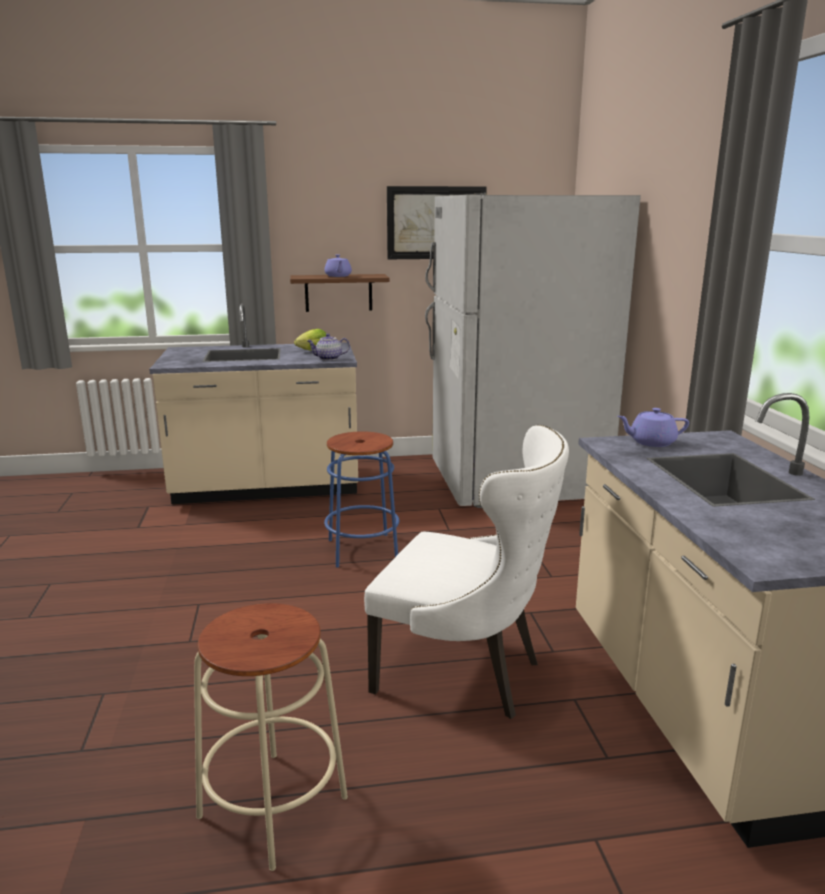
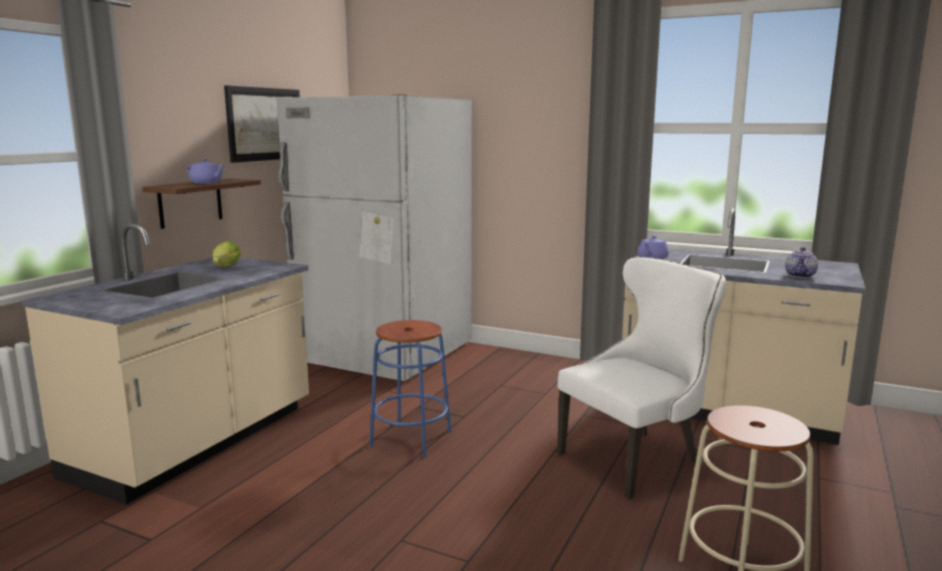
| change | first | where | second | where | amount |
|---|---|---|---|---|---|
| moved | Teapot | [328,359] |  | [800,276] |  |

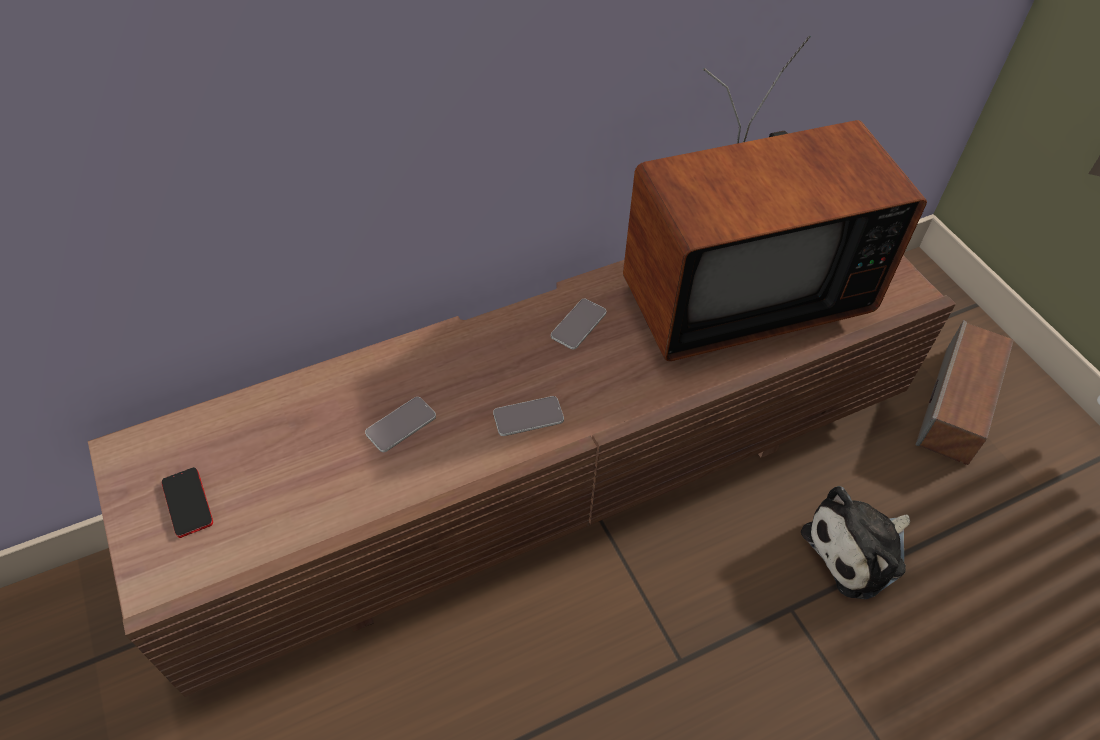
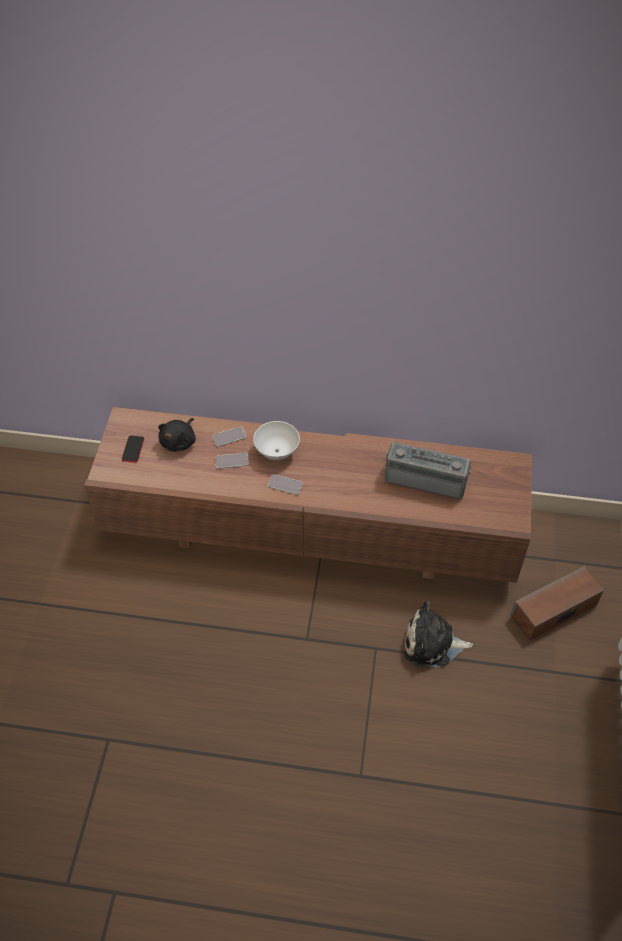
| change | first | where | second | where | amount |
|---|---|---|---|---|---|
| added |  |  | BlackishSoftToy | [179,442] |  |
| added |  |  | WhitishDeepDish | [276,451] |  |
| moved | Telephone | [578,324] |  | [229,437] |  |
| replaced | TvSet | [735,292] | RadioSet | [426,479] |  |

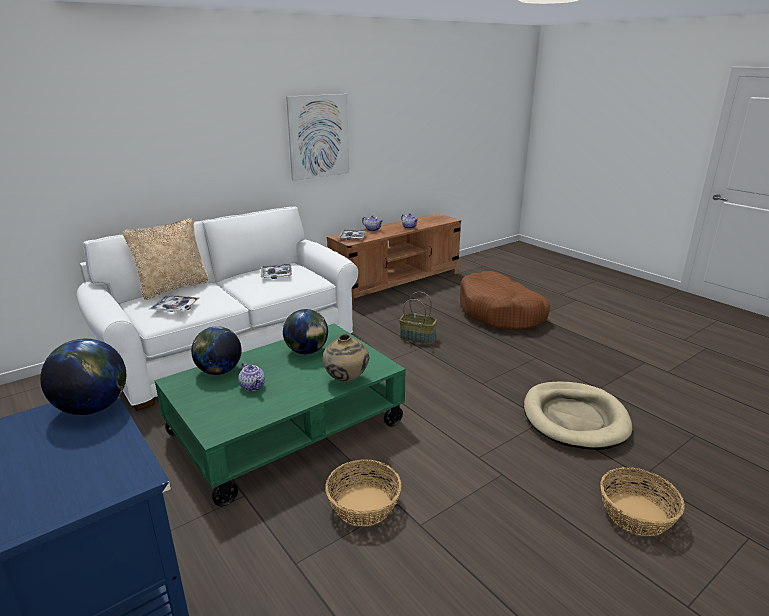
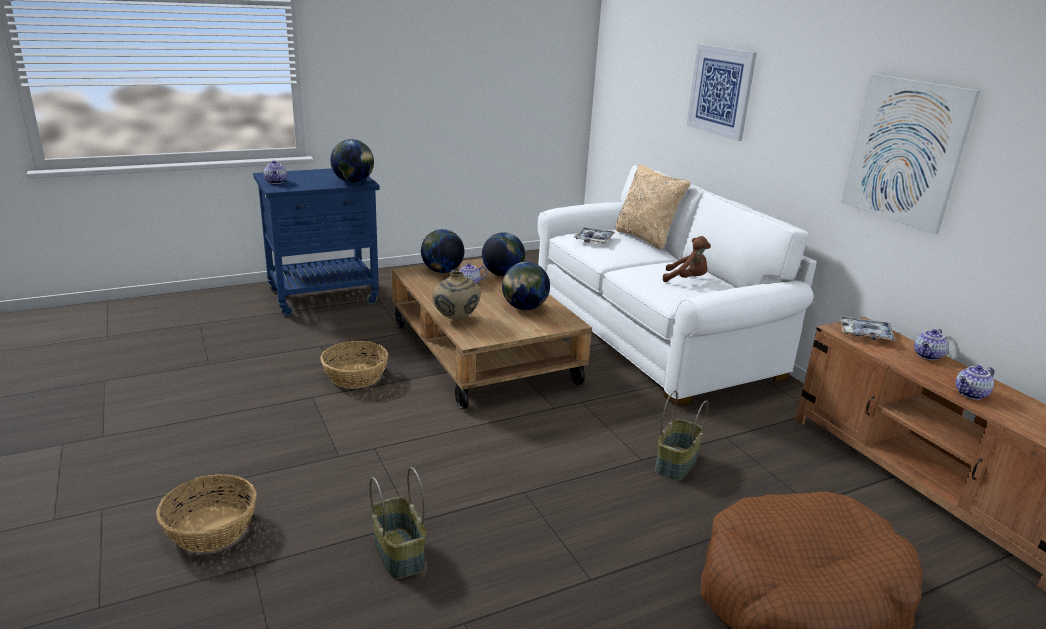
| change | first | where | second | where | amount |
|---|---|---|---|---|---|
| added |  |  | Teapot | [276,182] |  |
| added |  |  | Globe | [442,271] |  |
| added |  |  | WallArt | [720,91] |  |
| replaced | Tray | [276,275] | BrownishSoftToy | [686,280] |  |
| replaced | BeigeColouredDogCushion | [574,418] | Basket | [400,553] |  |
| recoloured | GreenishLowTable | [286,428] | BrownishLowTable | [483,353] |  |

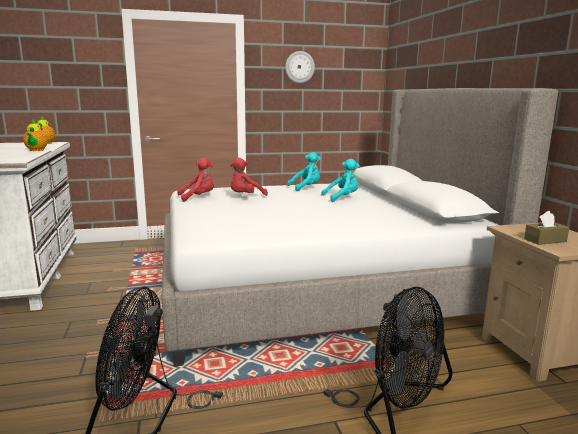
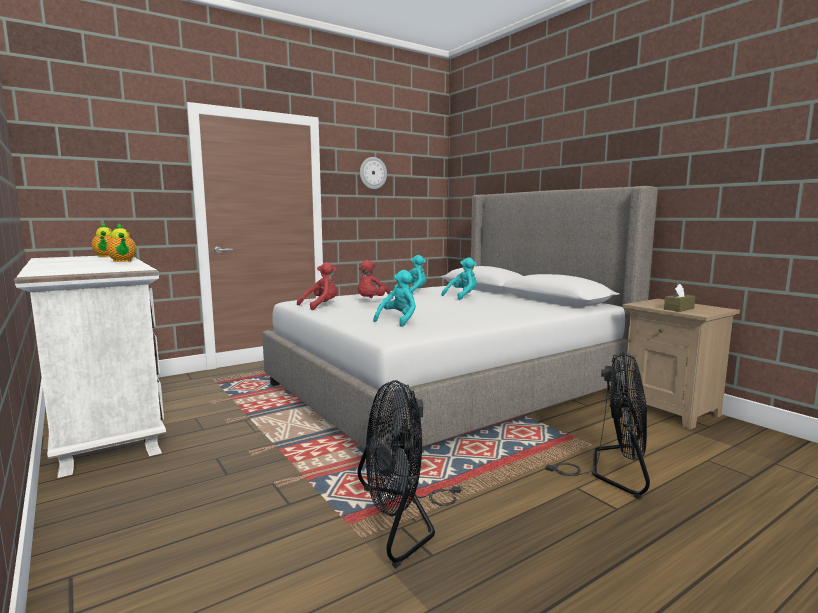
| change | first | where | second | where | amount |
|---|---|---|---|---|---|
| added |  |  | TurquoiseSoftToy | [398,321] |  |

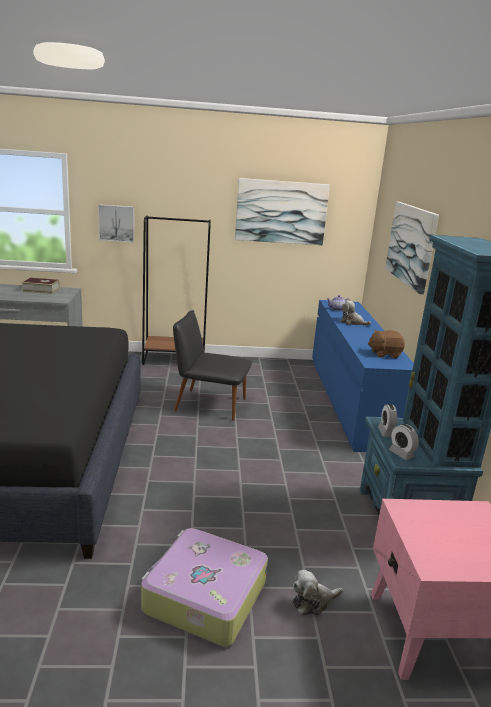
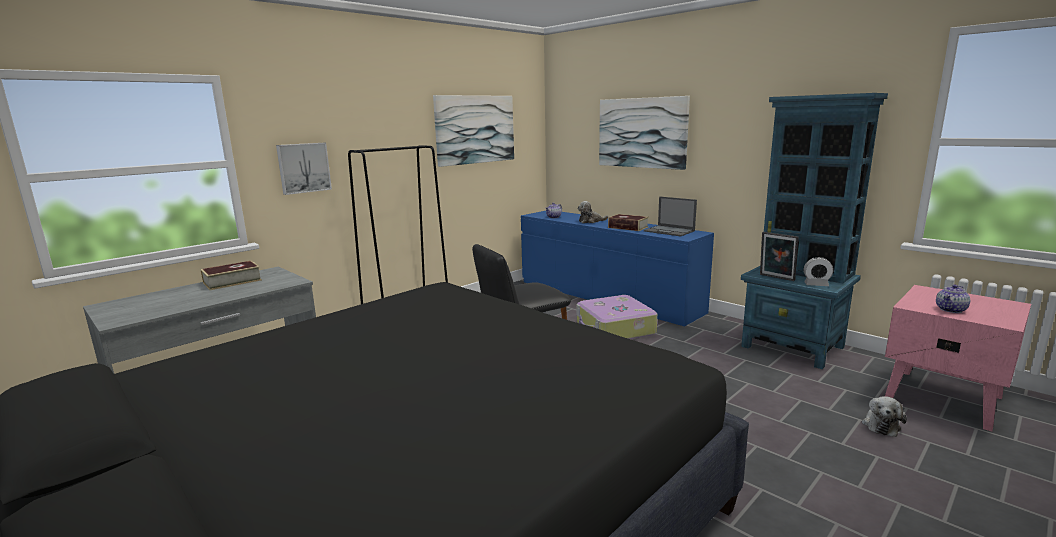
| change | first | where | second | where | amount |
|---|---|---|---|---|---|
| added |  |  | Book | [628,227] |  |
| added |  |  | Teapot | [951,310] |  |
| moved | Suitcase | [203,596] |  | [614,329] |  |
| replaced | BrownishSoftToy | [384,354] | NotebookComputer | [669,231] |  |
| replaced | BedsideClock | [386,432] | PictureFrame | [776,278] |  |

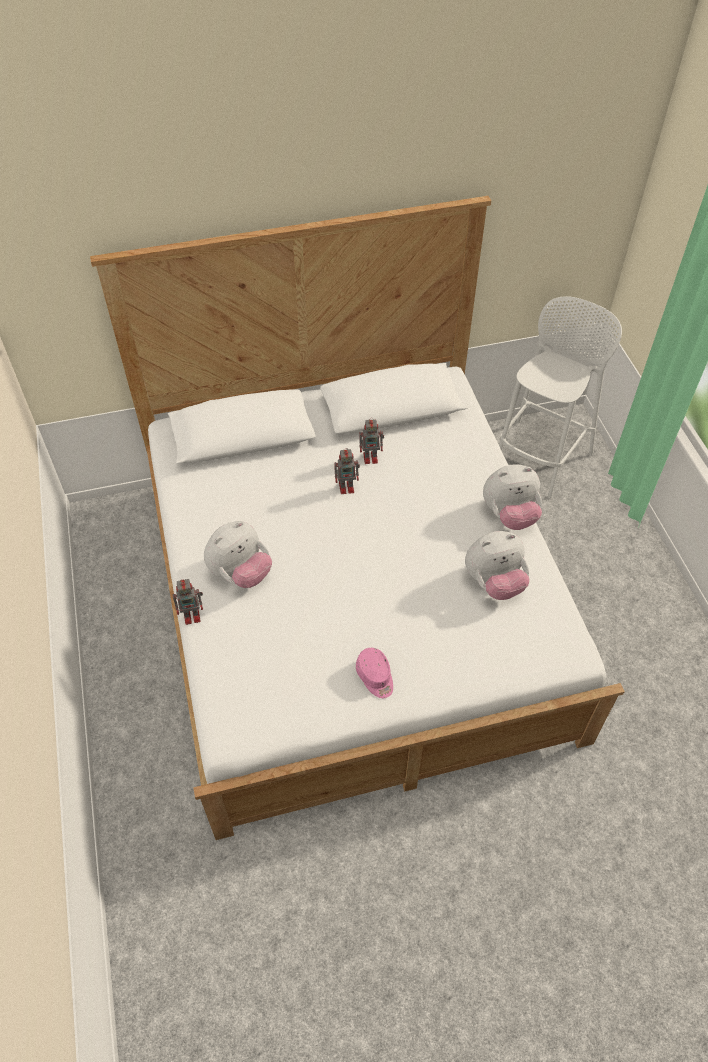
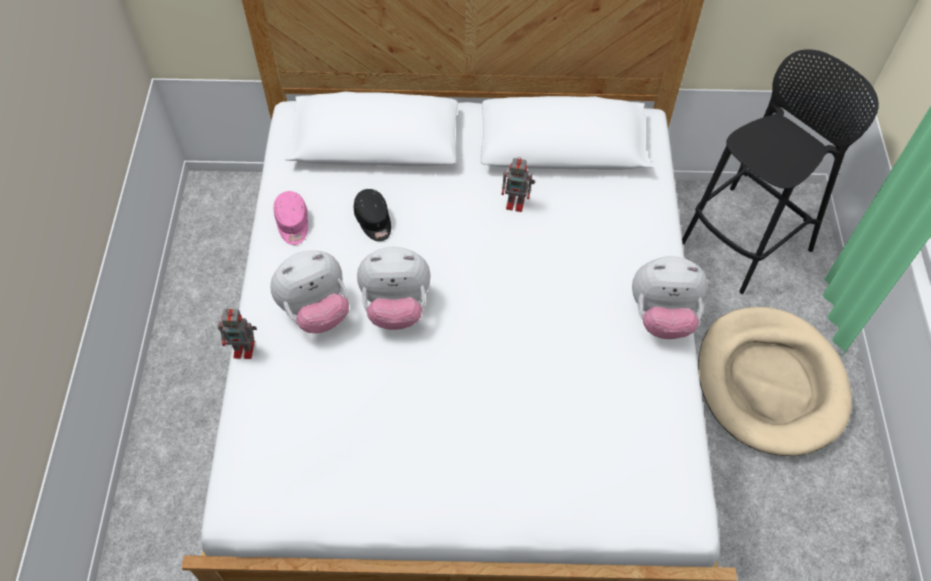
| change | first | where | second | where | amount |
|---|---|---|---|---|---|
| removed | ToyRobot | [347,487] |  |  |  |
| added |  |  | BlackishPeakedCap | [374,221] |  |
| added |  |  | BeigeColouredDogCushion | [770,383] |  |
| moved | PinkPeakedCap | [375,677] |  | [293,224] |  |
| moved | SoftToy | [494,582] |  | [396,307] |  |
| recoloured | WhitishStoolSeat | [539,458] | BlackishStoolSeat | [744,240] |  |

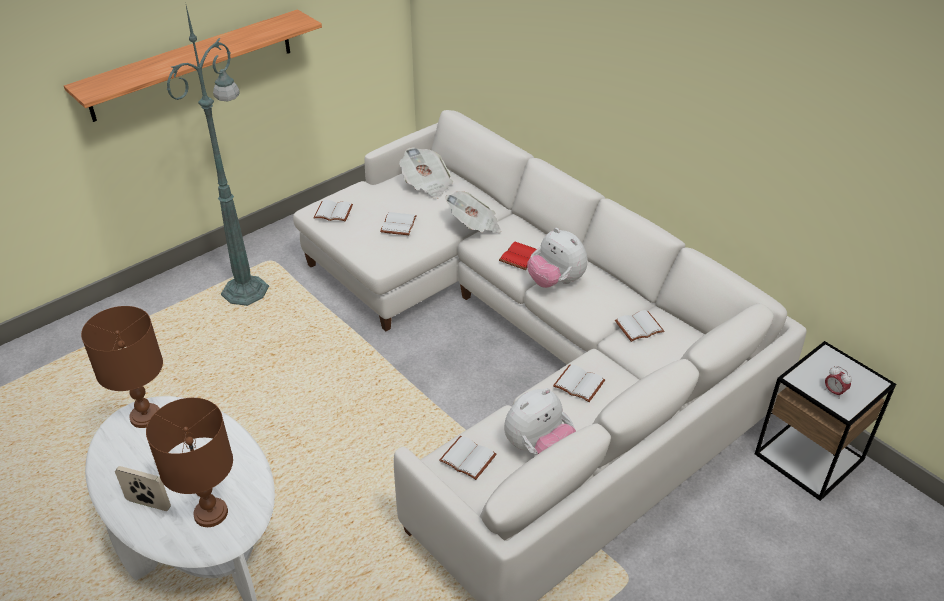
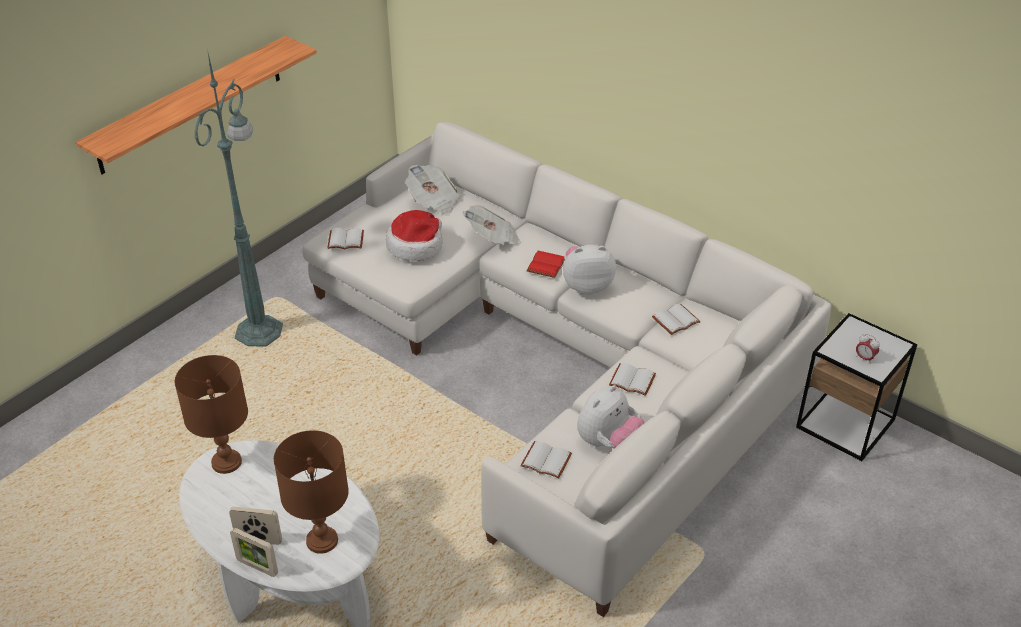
| change | first | where | second | where | amount |
|---|---|---|---|---|---|
| added |  |  | PictureFrame | [257,567] |  |
| replaced | WhitishBook | [397,224] | WearableHat | [416,245] |  |
| turned | SoftToy | [556,281] |  | [586,286] | 135 degrees clockwise |

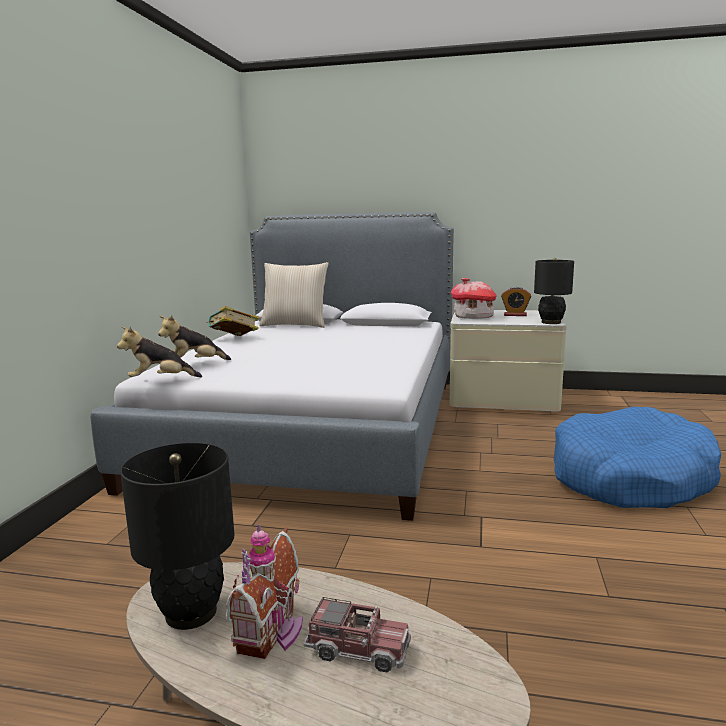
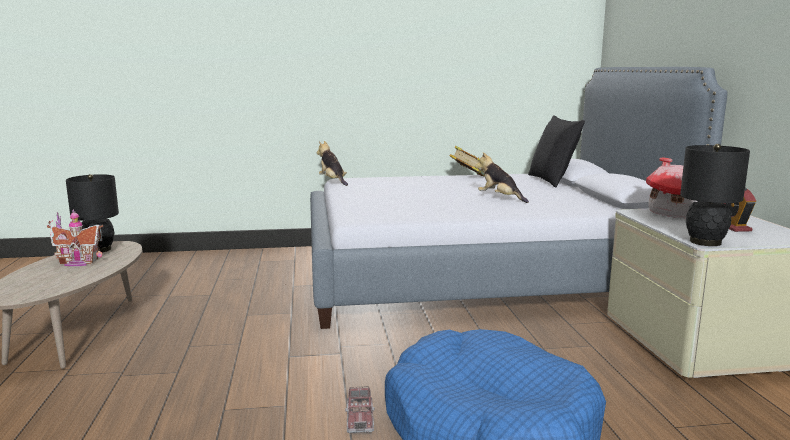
| change | first | where | second | where | amount |
|---|---|---|---|---|---|
| moved | SoftToy | [195,364] |  | [500,198] |  |
| moved | ToyTruck | [358,649] |  | [360,420] |  |
| recoloured | BeigeColouredPillow | [295,325] | BlackishPillow | [552,181] |  |

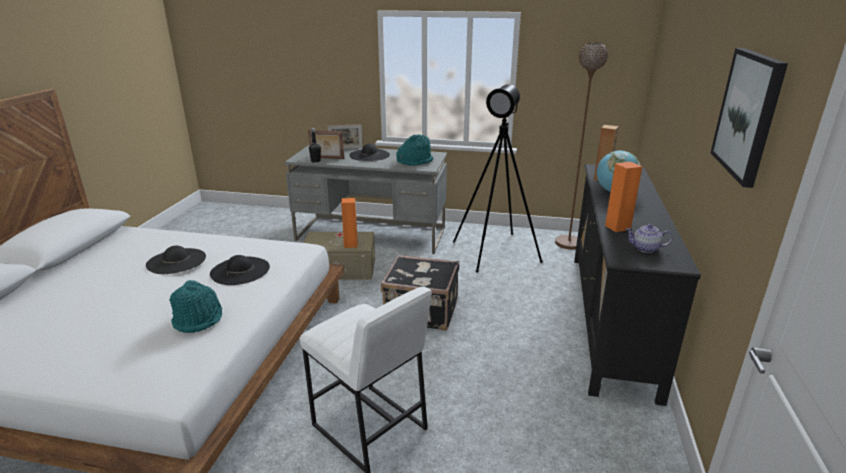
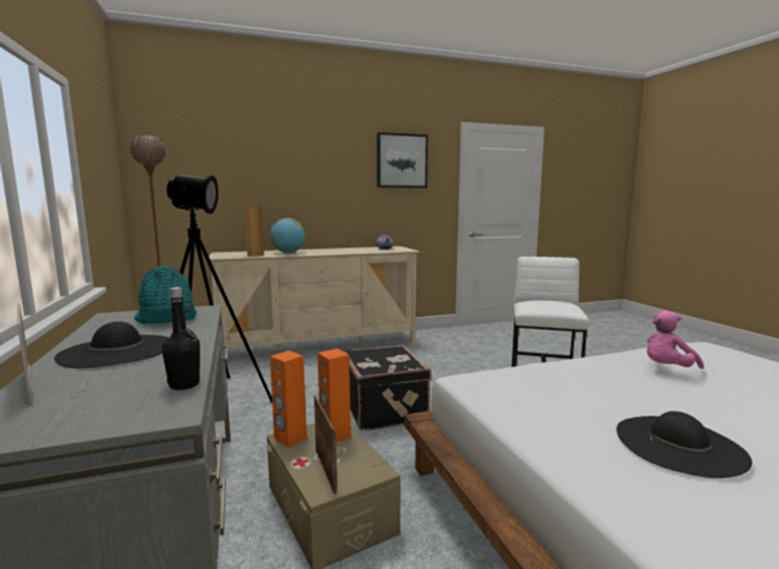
| change | first | where | second | where | amount |
|---|---|---|---|---|---|
| removed | BlackishWearableHat | [240,270] |  |  |  |
| moved | PictureFrame | [327,158] |  | [326,470] |  |
| moved | OrangeColouredSpeaker | [617,227] |  | [290,438] |  |
| replaced | TurquoiseWearableHat | [198,319] | PinkSoftToy | [667,369] |  |
| recoloured | BlackishChestOfDrawers | [610,319] | BeigeColouredChestOfDrawers | [319,347] |  |

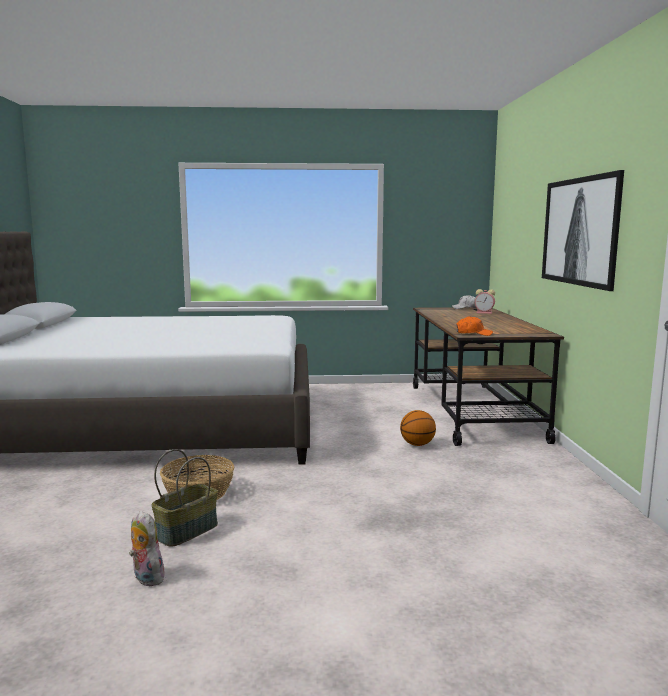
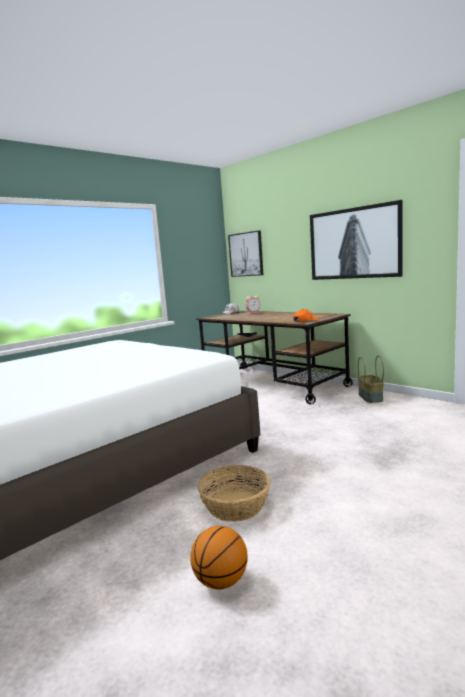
| change | first | where | second | where | amount |
|---|---|---|---|---|---|
| removed | SoftToy | [146,578] |  |  |  |
| added |  |  | WallArt | [246,254] |  |
| moved | Basket | [187,531] |  | [370,397] |  |
| moved | BallForBasketball | [417,444] |  | [221,581] |  |

